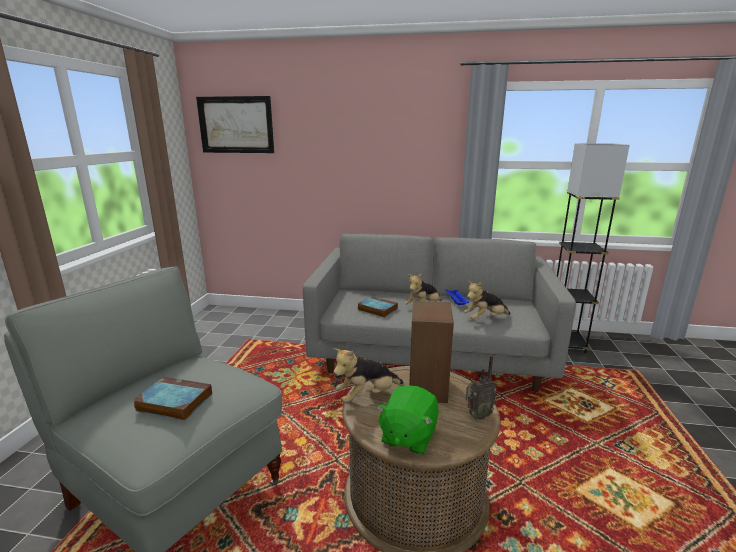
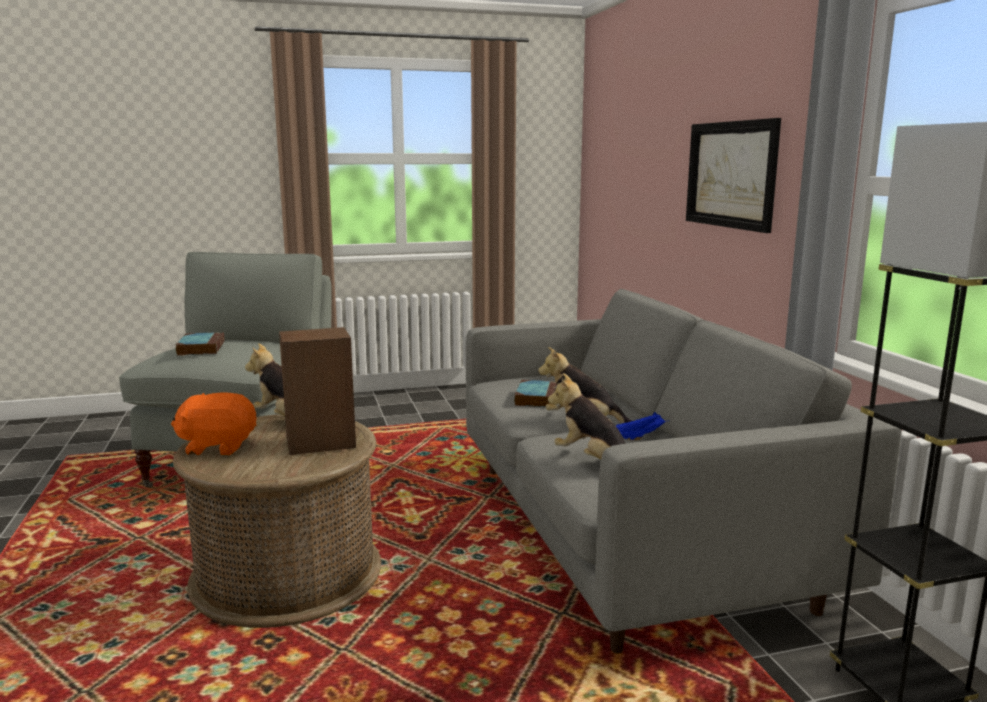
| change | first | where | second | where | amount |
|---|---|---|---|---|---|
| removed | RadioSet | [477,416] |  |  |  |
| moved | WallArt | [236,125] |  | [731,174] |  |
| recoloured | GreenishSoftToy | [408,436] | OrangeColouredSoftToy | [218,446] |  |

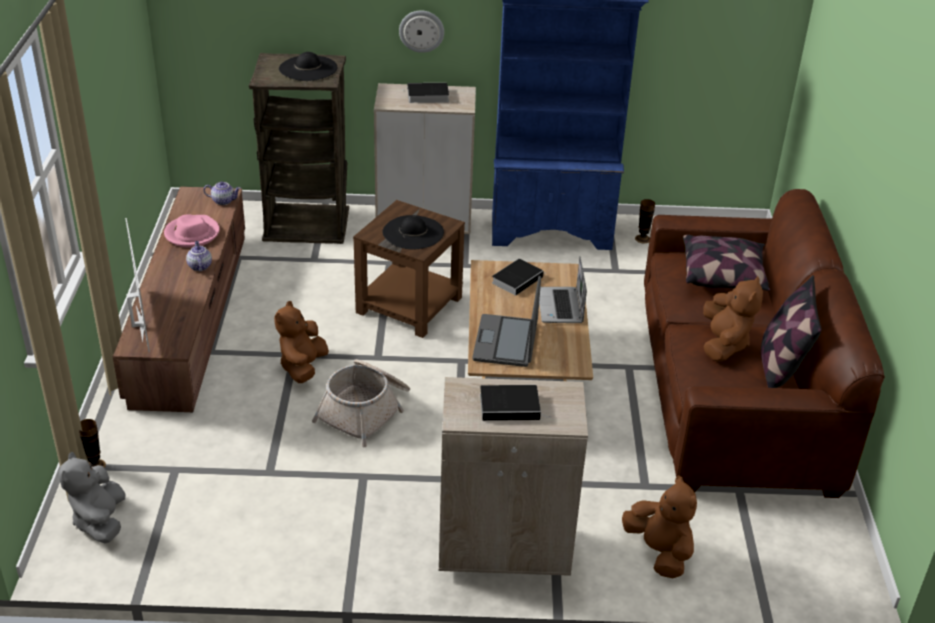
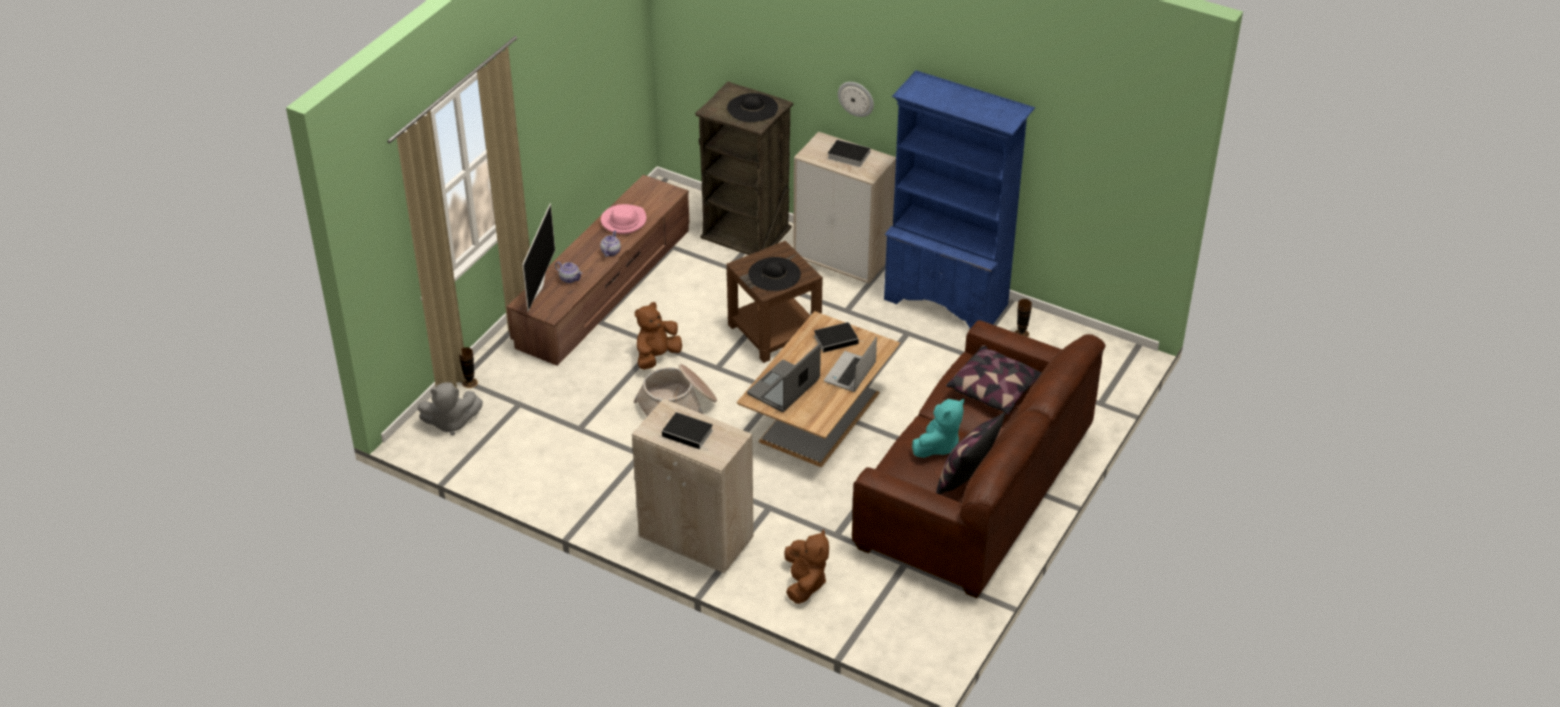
| change | first | where | second | where | amount |
|---|---|---|---|---|---|
| moved | Teapot | [223,201] |  | [569,278] |  |
| recoloured | BrownishSoftToy | [724,344] | TurquoiseSoftToy | [938,445] |  |
| turned | GreyishSoftToy | [100,521] |  | [451,423] | 120 degrees counterclockwise |

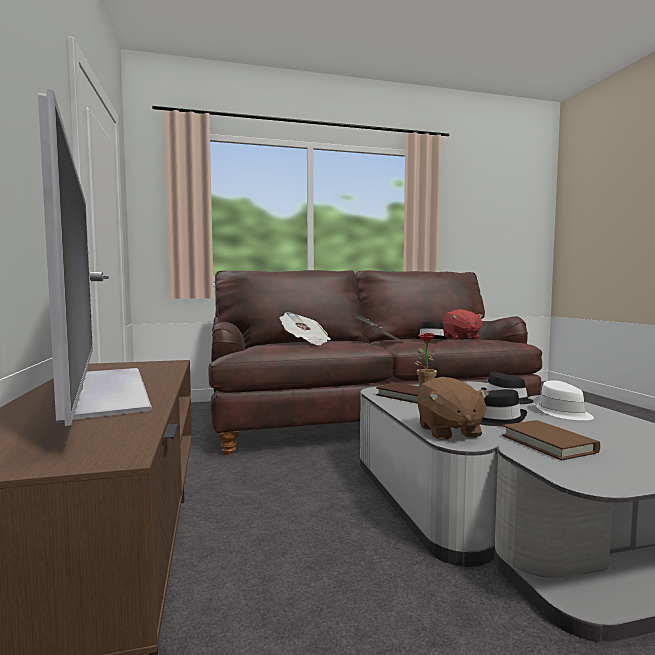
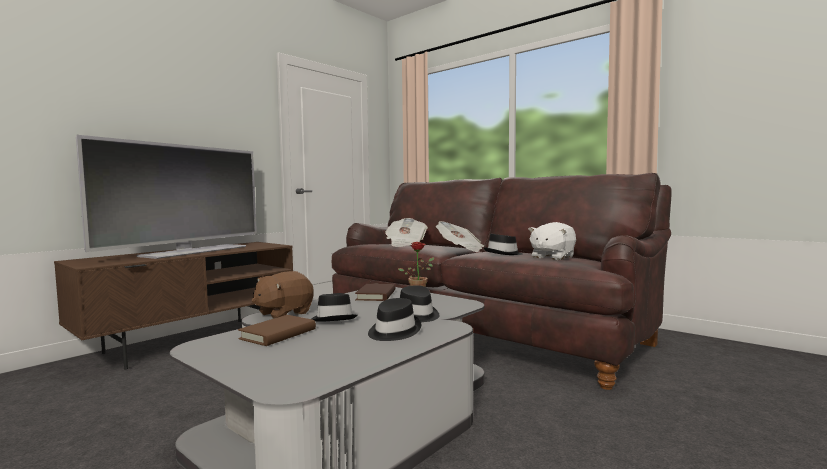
| change | first | where | second | where | amount |
|---|---|---|---|---|---|
| recoloured | RedColouredSoftToy | [461,338] | WhitishSoftToy | [552,257] |  |
| recoloured | WhitishWearableHat | [562,412] | BlackishWearableHat | [393,331] |  |

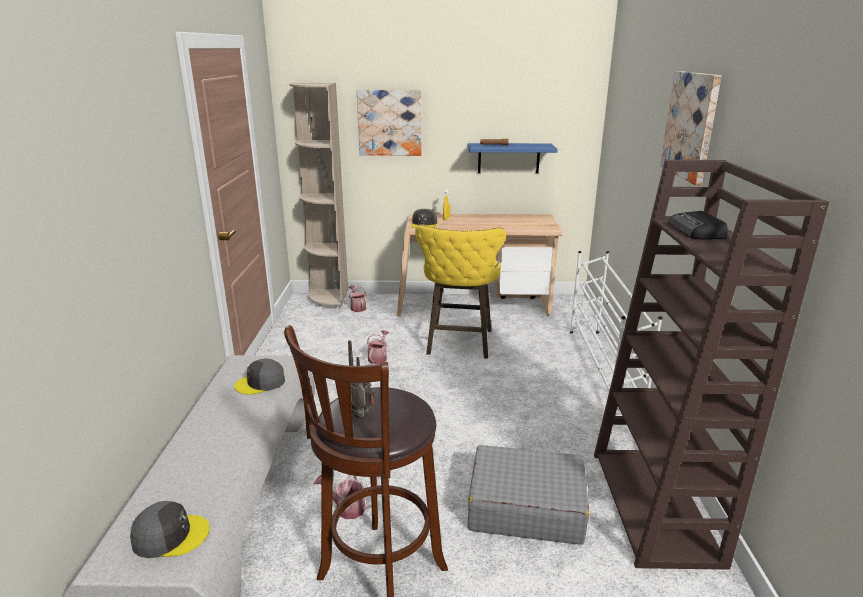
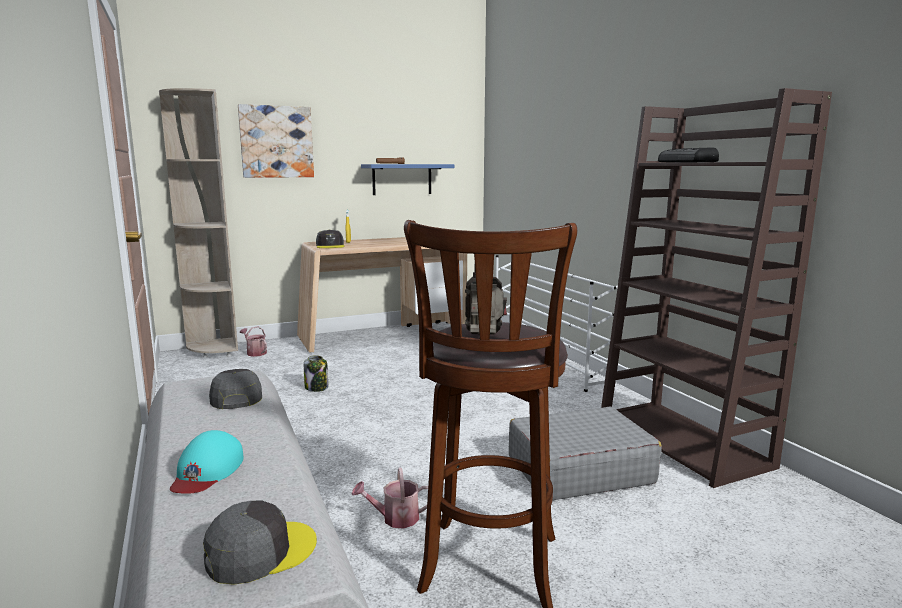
| change | first | where | second | where | amount |
|---|---|---|---|---|---|
| removed | YellowishStoolSeat | [459,344] |  |  |  |
| removed | WallArt | [691,125] |  |  |  |
| added |  |  | TurquoisePeakedCap | [207,471] |  |
| replaced | SprinklingCan | [378,357] | PreserveJar | [317,388] |  |
| turned | GreyishPeakedCap | [261,383] |  | [236,397] | 120 degrees clockwise |

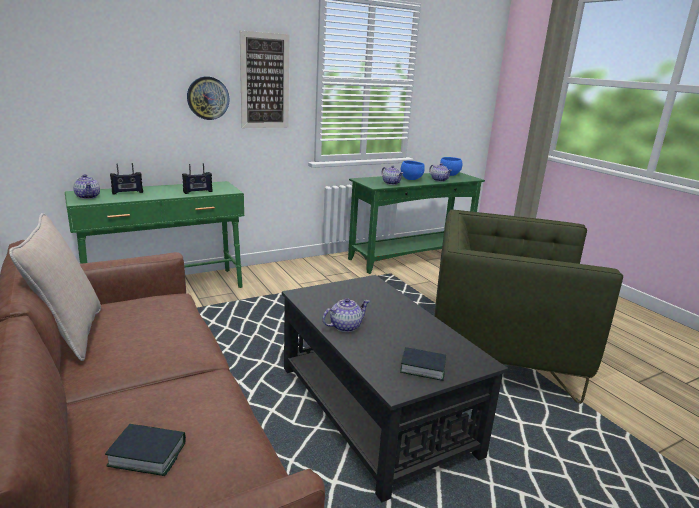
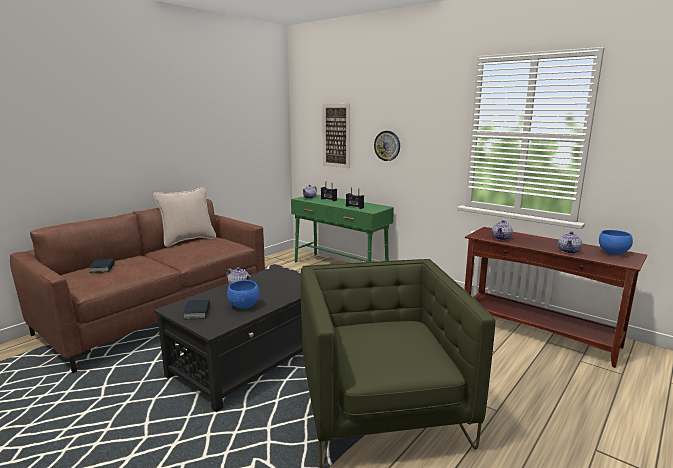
| change | first | where | second | where | amount |
|---|---|---|---|---|---|
| moved | WallArt | [265,81] |  | [336,135] |  |
| moved | BluishDeepDish | [411,179] |  | [245,306] |  |
| recoloured | GreenishHallTable | [410,257] | BrownishHallTable | [538,332] |  |

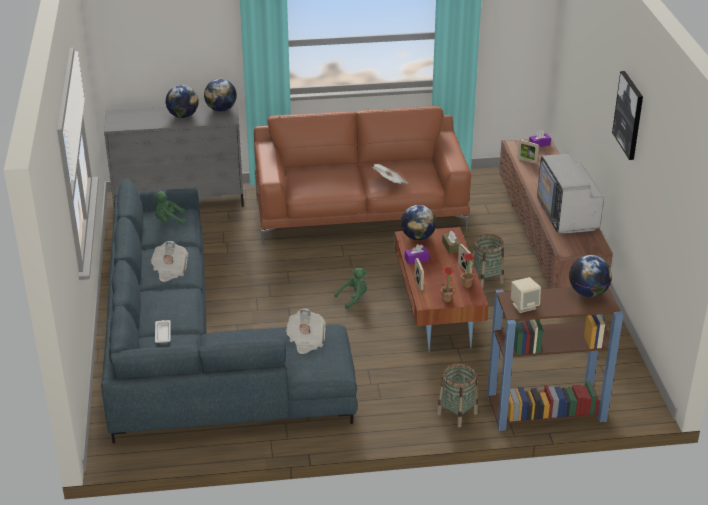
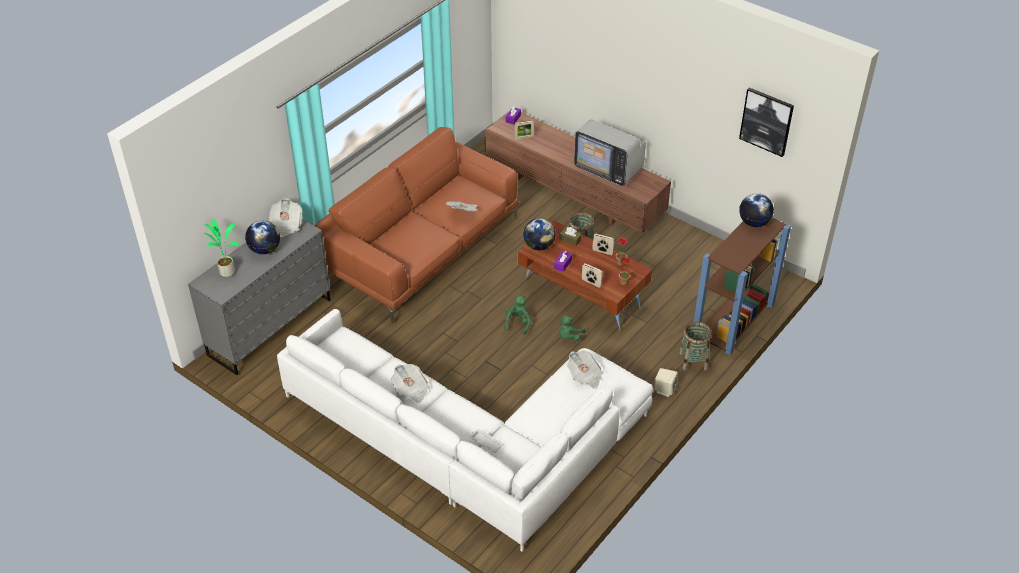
| change | first | where | second | where | amount |
|---|---|---|---|---|---|
| added |  |  | Houseplant | [227,271] |  |
| moved | GreenishSoftToy | [169,221] |  | [569,336] |  |
| moved | BeigeColouredSpeaker | [524,306] |  | [664,389] |  |
| moved | WallArt | [629,115] |  | [766,121] |  |
| replaced | Globe | [221,109] | Newspaper | [286,225] |  |
| recoloured | BluishSettee | [195,350] | WhitishSettee | [471,440] |  |

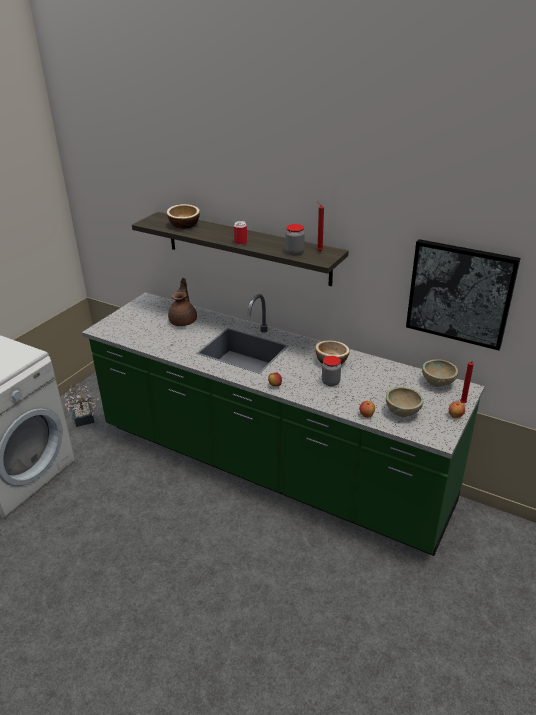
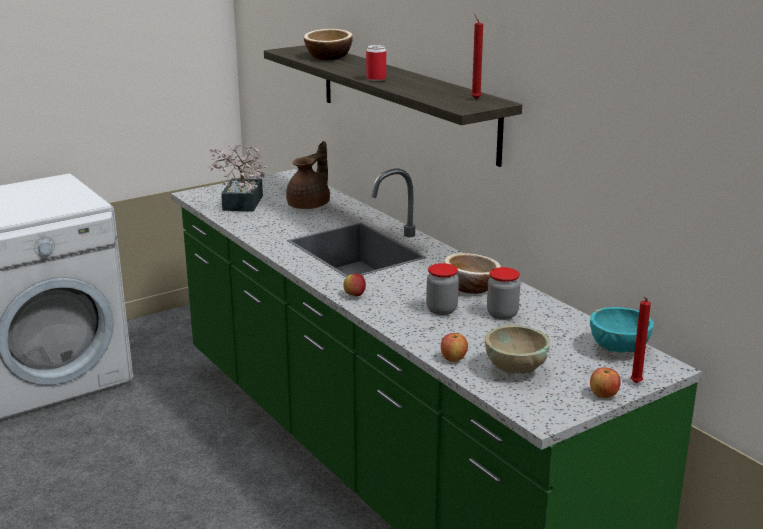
| change | first | where | second | where | amount |
|---|---|---|---|---|---|
| removed | WallArt | [460,293] |  |  |  |
| moved | Houseplant | [83,419] |  | [240,205] |  |
| moved | PreserveJar | [294,252] |  | [502,314] |  |
| recoloured | BeigeColouredDeepDish | [438,383] | TurquoiseDeepDish | [619,349] |  |

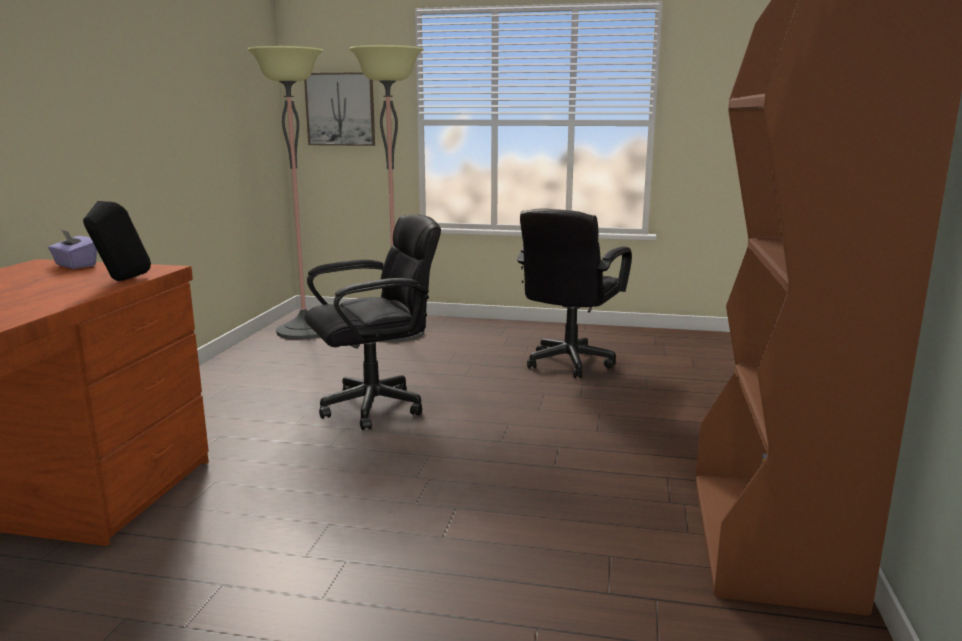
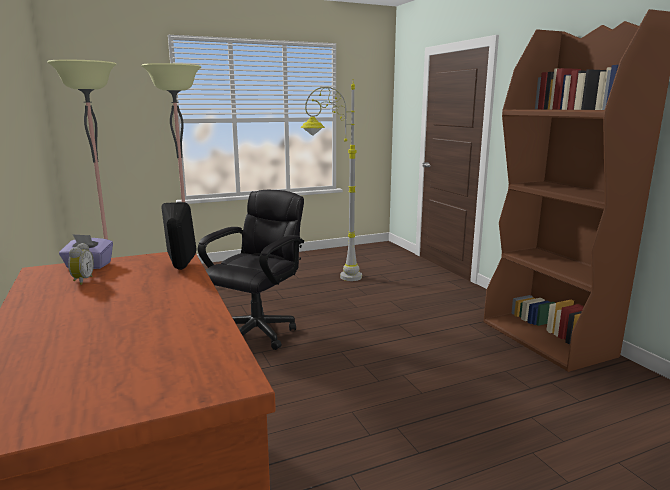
| change | first | where | second | where | amount |
|---|---|---|---|---|---|
| removed | WallArt | [340,109] |  |  |  |
| added |  |  | BedsideClock | [81,280] |  |
| replaced | BlackishComputerChair | [568,365] | GreyishStandardLamp | [332,278] |  |

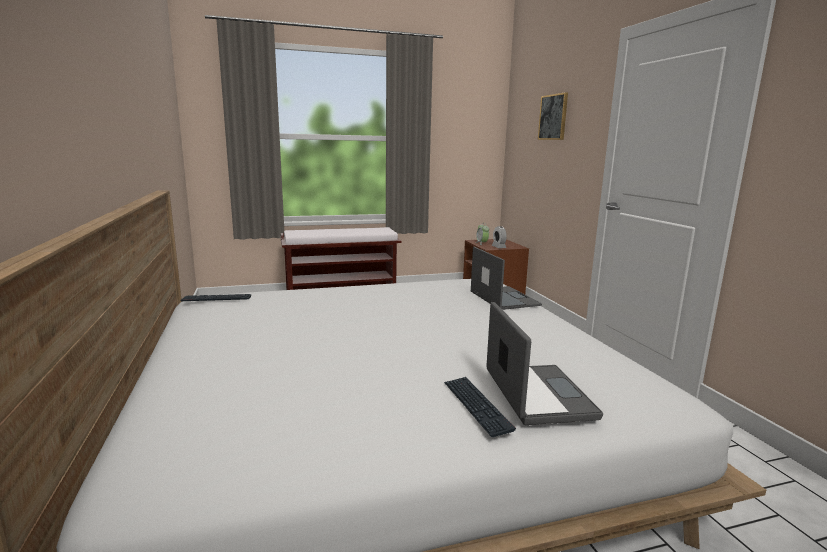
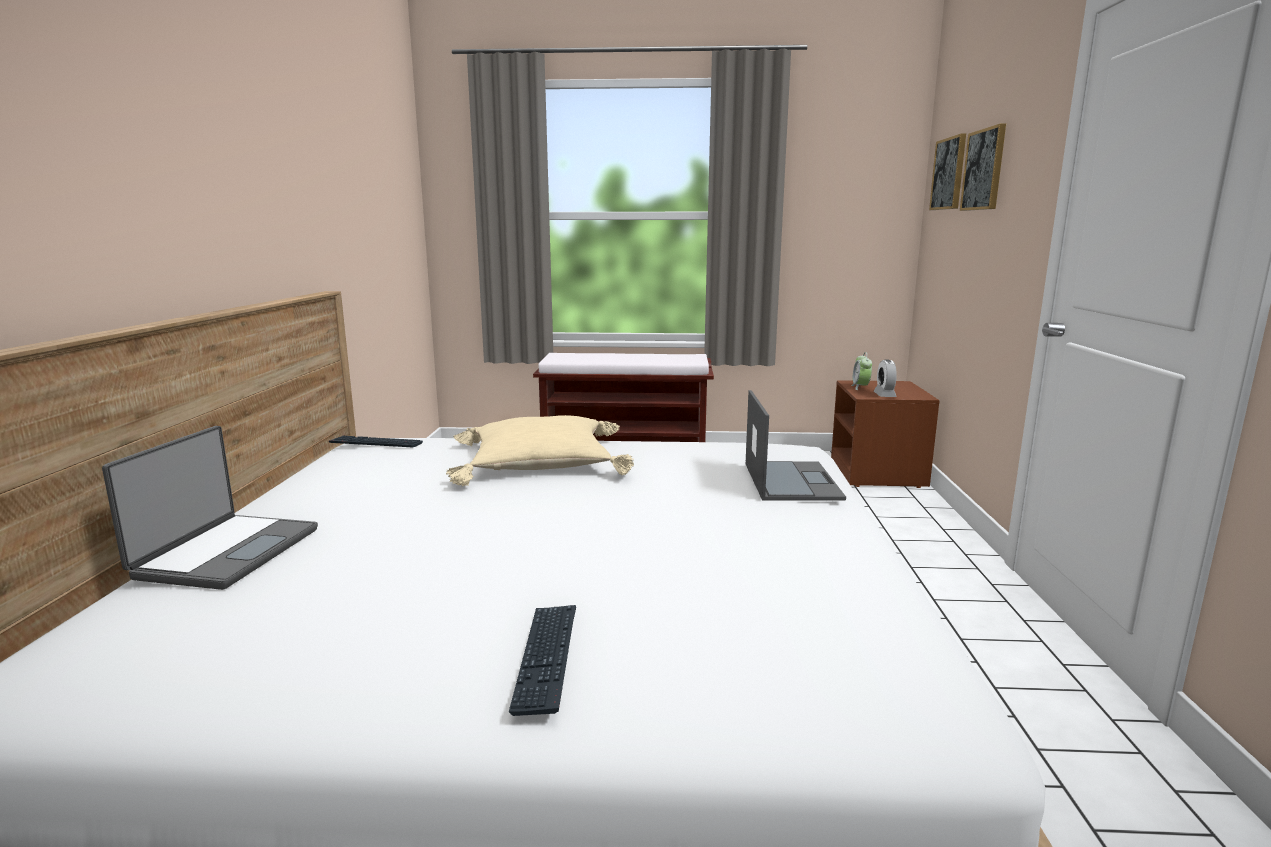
| change | first | where | second | where | amount |
|---|---|---|---|---|---|
| added |  |  | BeigeColouredPillow | [541,459] |  |
| added |  |  | WallArt | [949,174] |  |
| moved | NotebookComputer | [536,395] |  | [226,552] |  |

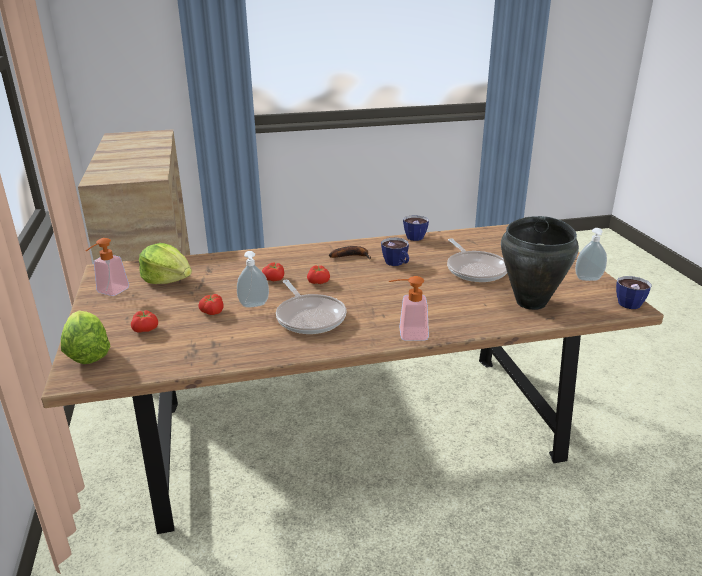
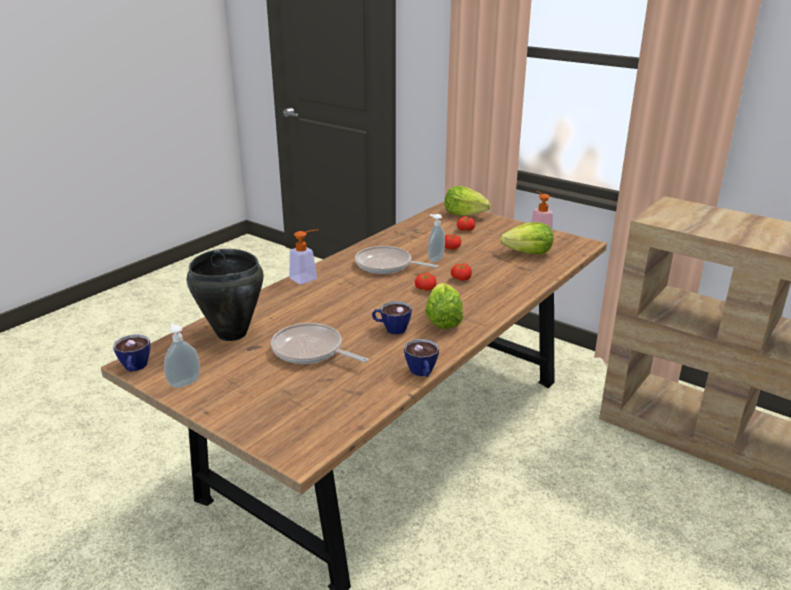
| change | first | where | second | where | amount |
|---|---|---|---|---|---|
| replaced | BananaFruit | [352,256] | LettuceHead | [443,321] |  |

